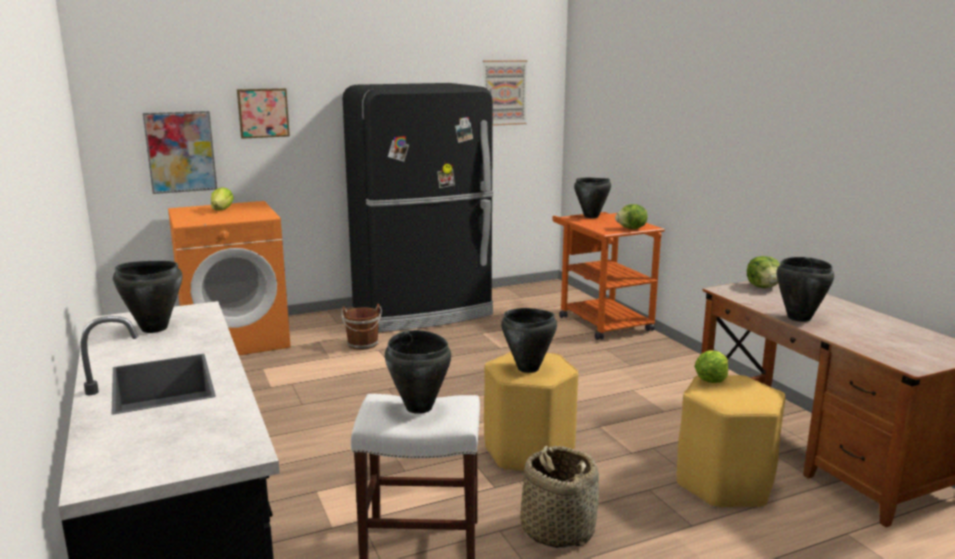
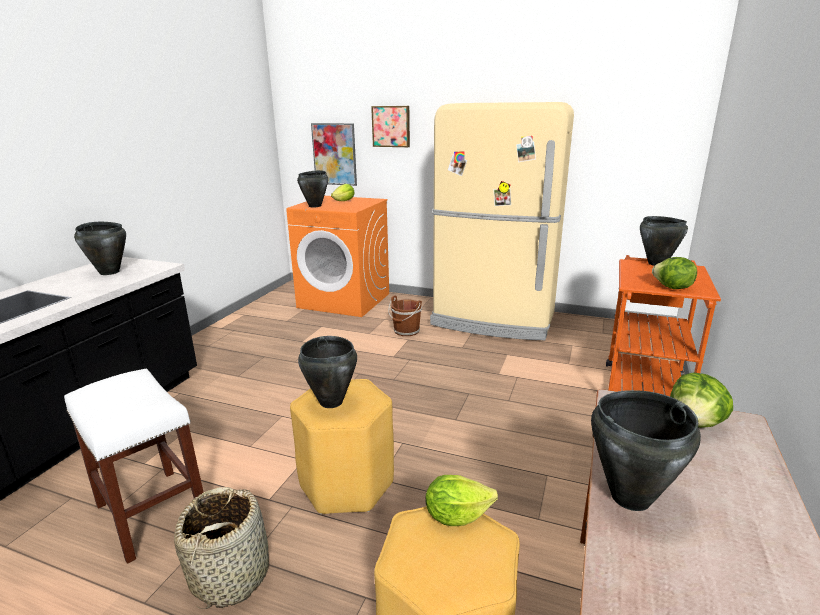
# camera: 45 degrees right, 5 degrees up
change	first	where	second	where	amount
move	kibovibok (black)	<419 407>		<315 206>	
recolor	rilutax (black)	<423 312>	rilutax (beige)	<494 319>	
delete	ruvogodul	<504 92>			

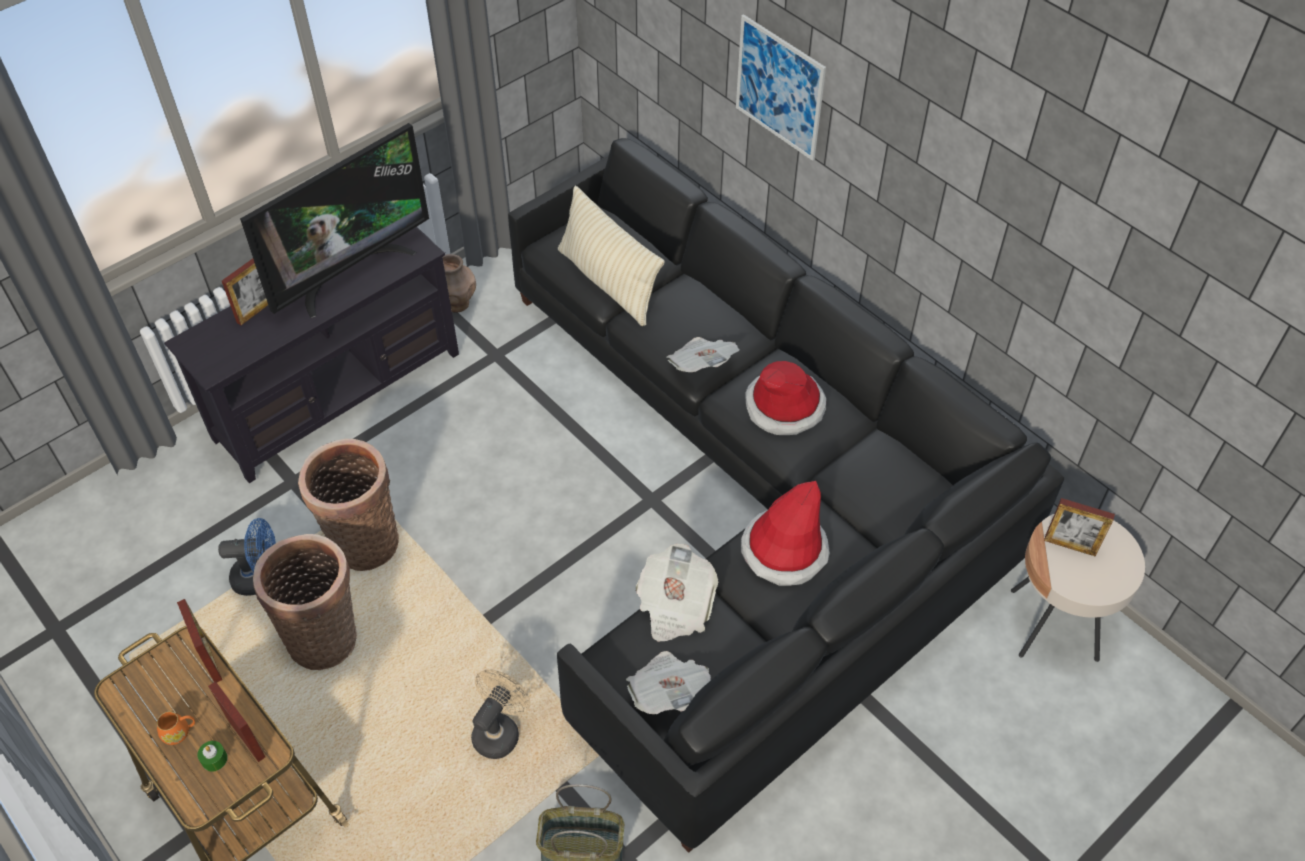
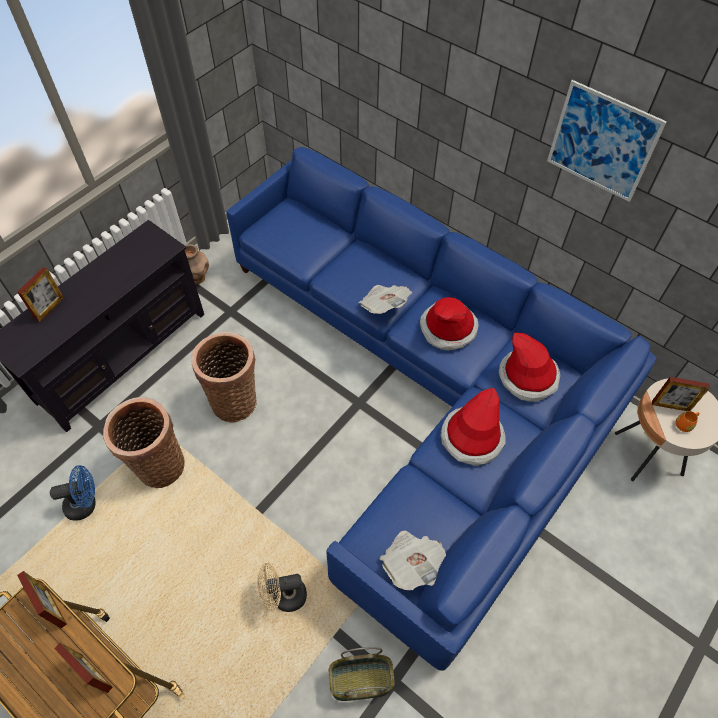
# camera: 10 degrees left, 5 degrees up
change	first	where	second	where	amount
move	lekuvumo	<324 636>		<235 399>	
recolor	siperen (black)	<750 497>	siperen (blue)	<426 391>	
rotate	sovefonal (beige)	<500 730>		<283 596>	120 degrees counterclockwise
insert			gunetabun	<528 377>	
move	ruvogodul	<779 87>		<602 142>	
move	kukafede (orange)	<180 732>		<685 424>	
delete	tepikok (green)	<214 759>			
delete	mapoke	<350 272>			
delete	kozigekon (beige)	<608 282>			
delete	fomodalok	<675 606>			

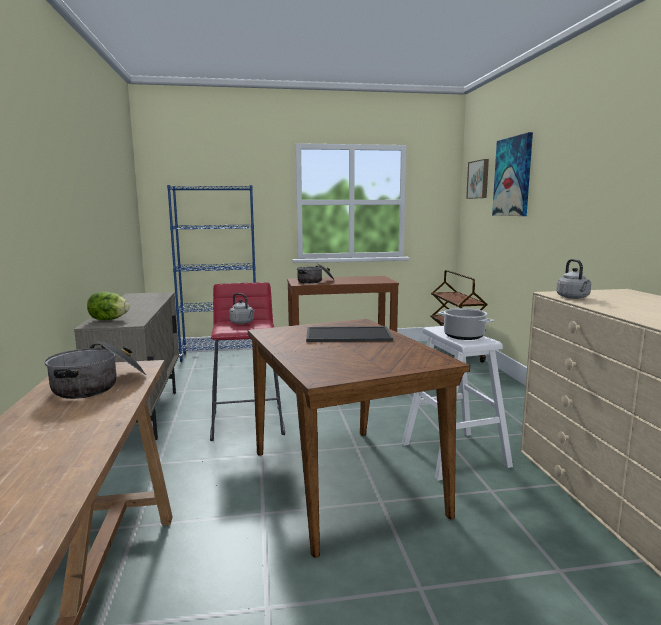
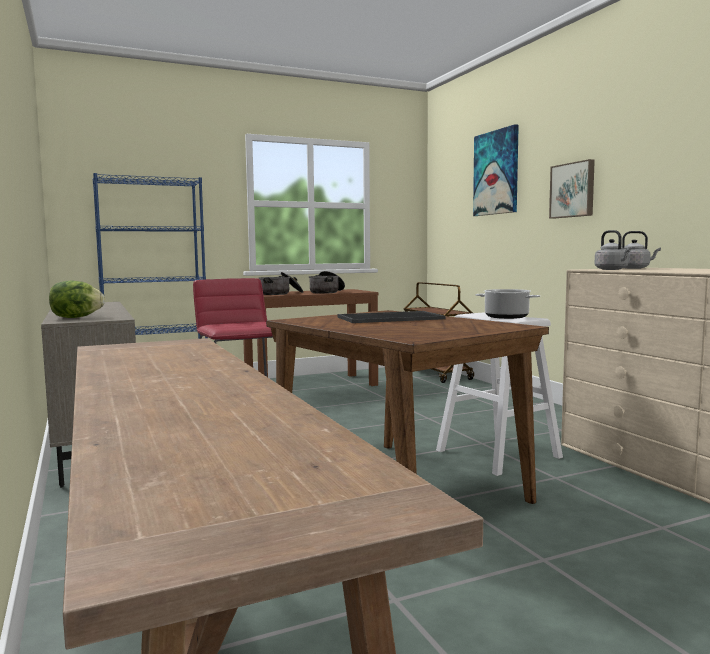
# camera: 15 degrees left, 5 degrees down
change	first	where	second	where	amount
move	kibovibok	<99 385>		<327 292>	
move	ruvogodul	<479 179>		<573 190>	
move	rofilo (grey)	<242 323>		<635 268>	

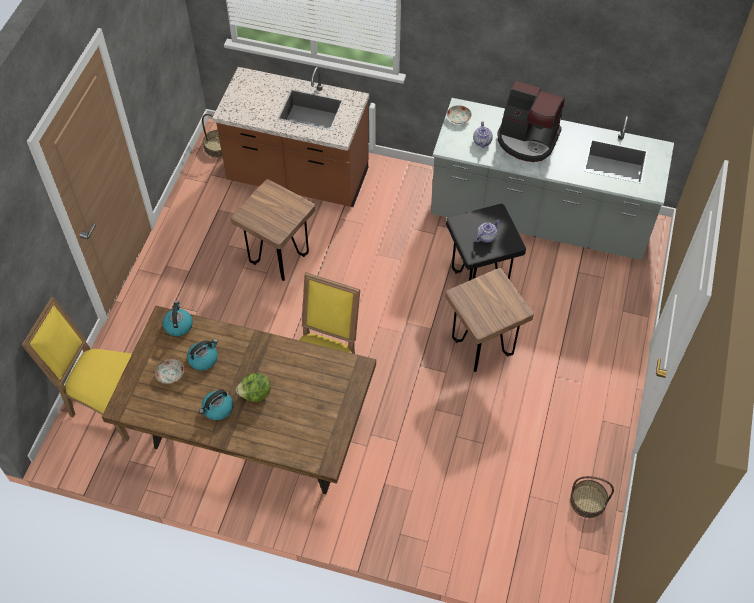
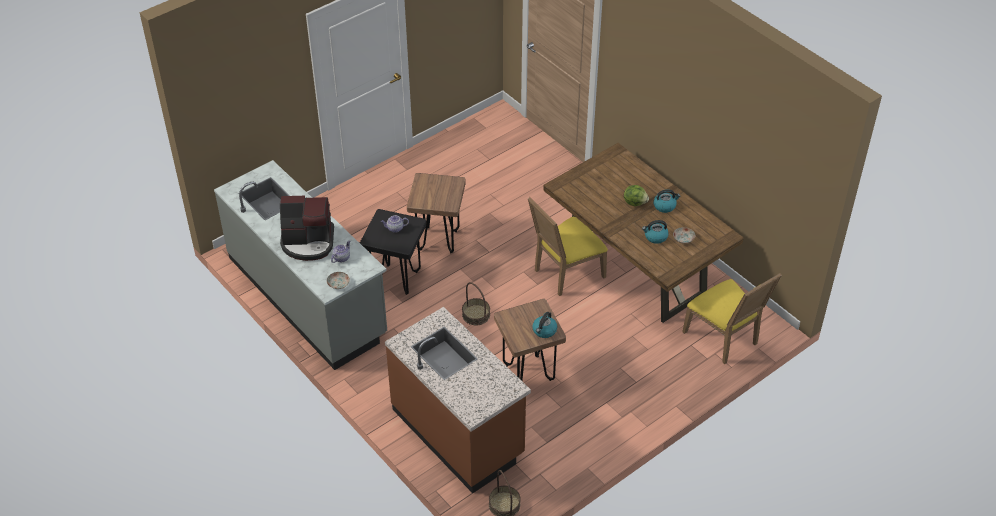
# camera: 145 degrees left, 10 degrees down
change	first	where	second	where	amount
rotate	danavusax	<527 139>		<308 242>	120 degrees clockwise
move	lekuvumo	<588 501>		<476 315>	
move	rofilo	<178 325>		<544 331>	

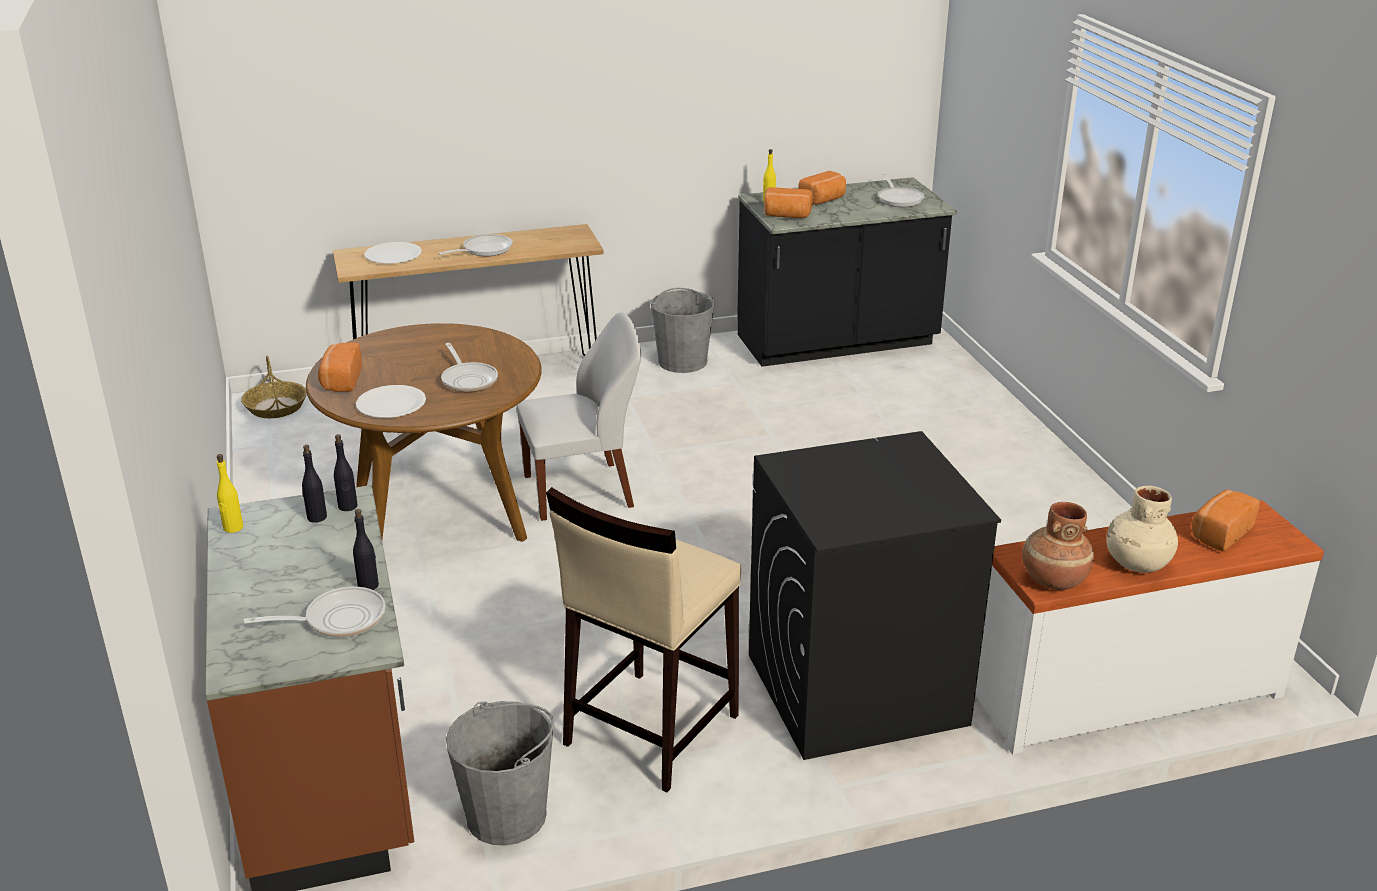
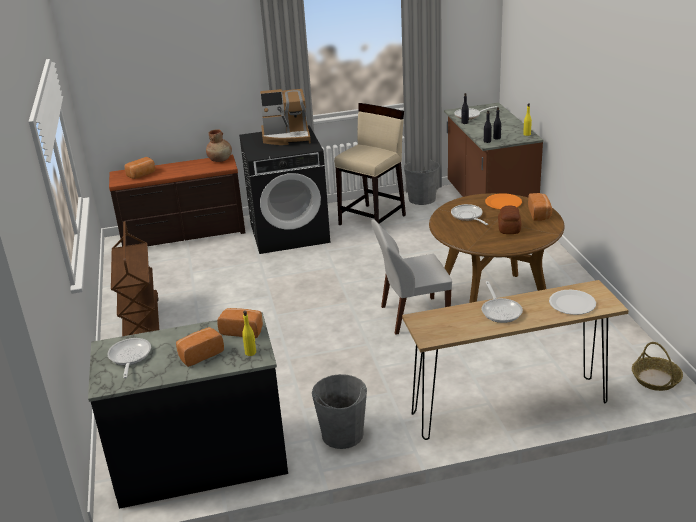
# camera: 175 degrees left, 0 degrees up
change	first	where	second	where	amount
recolor	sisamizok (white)	<1123 692>	sisamizok (brown)	<184 235>	
insert			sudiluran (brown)	<141 323>	
insert			danavusax	<287 137>	
rotate	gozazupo	<483 250>		<500 311>	60 degrees counterclockwise
recolor	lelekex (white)	<391 404>	lelekex (orange)	<503 203>	
insert			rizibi	<509 228>	
delete	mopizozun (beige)	<1136 563>			

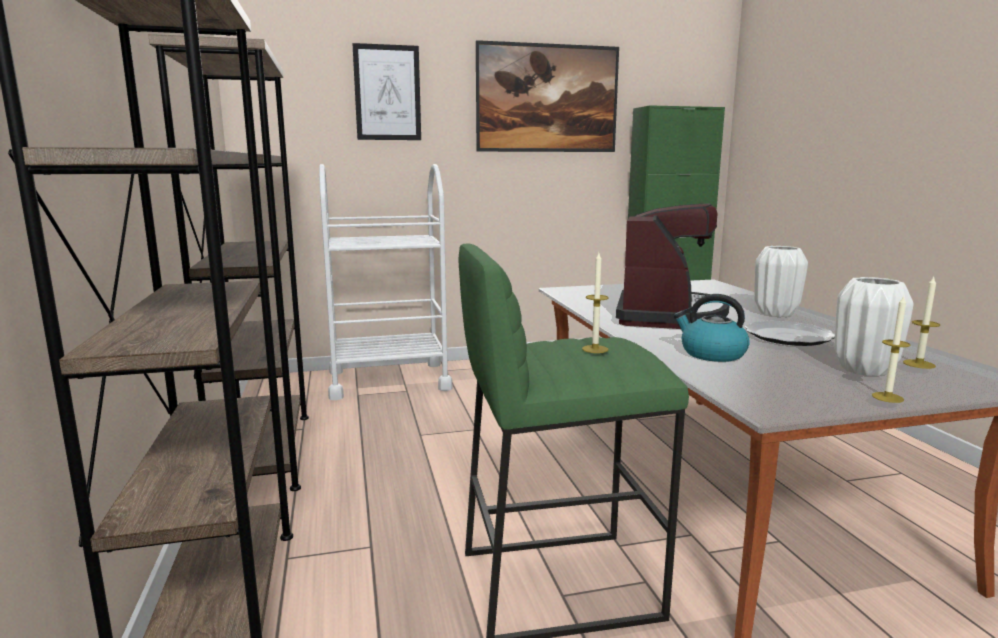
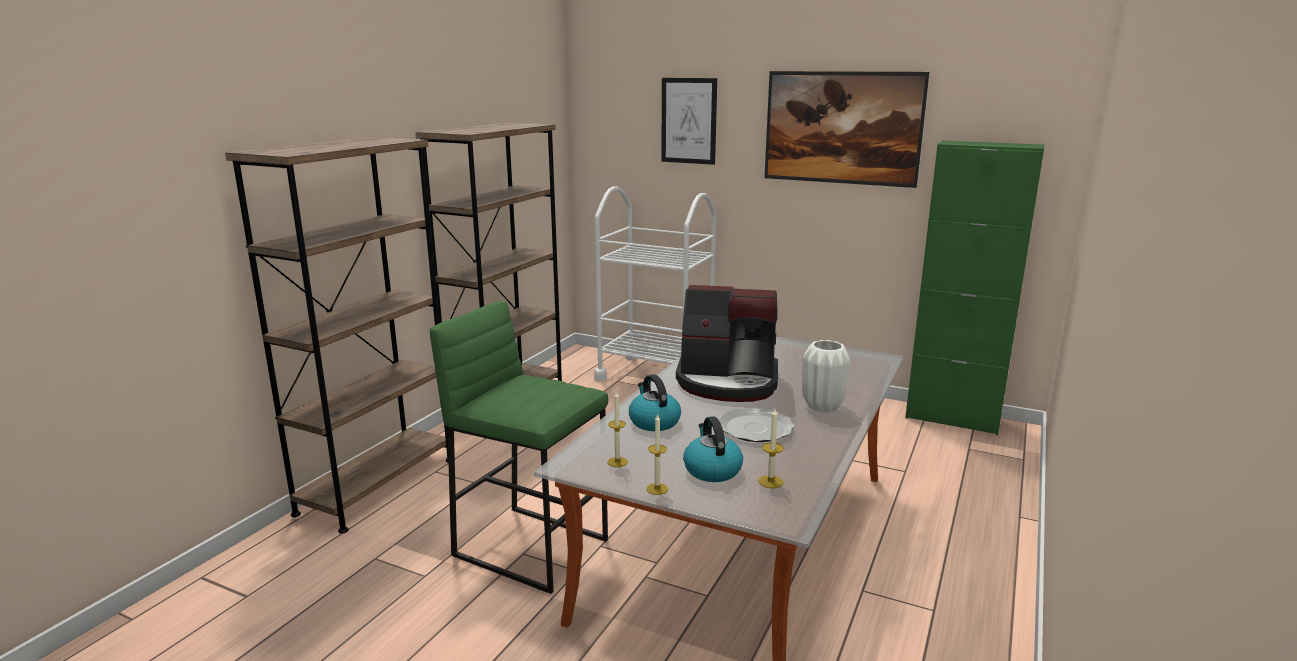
# camera: 40 degrees right, 5 degrees up
change	first	where	second	where	amount
move	tepikok	<595 349>		<617 462>	
rotate	danavusax	<668 315>		<728 382>	45 degrees clockwise
replace	mopizozun (white)	<864 370>	rofilo	<712 470>	

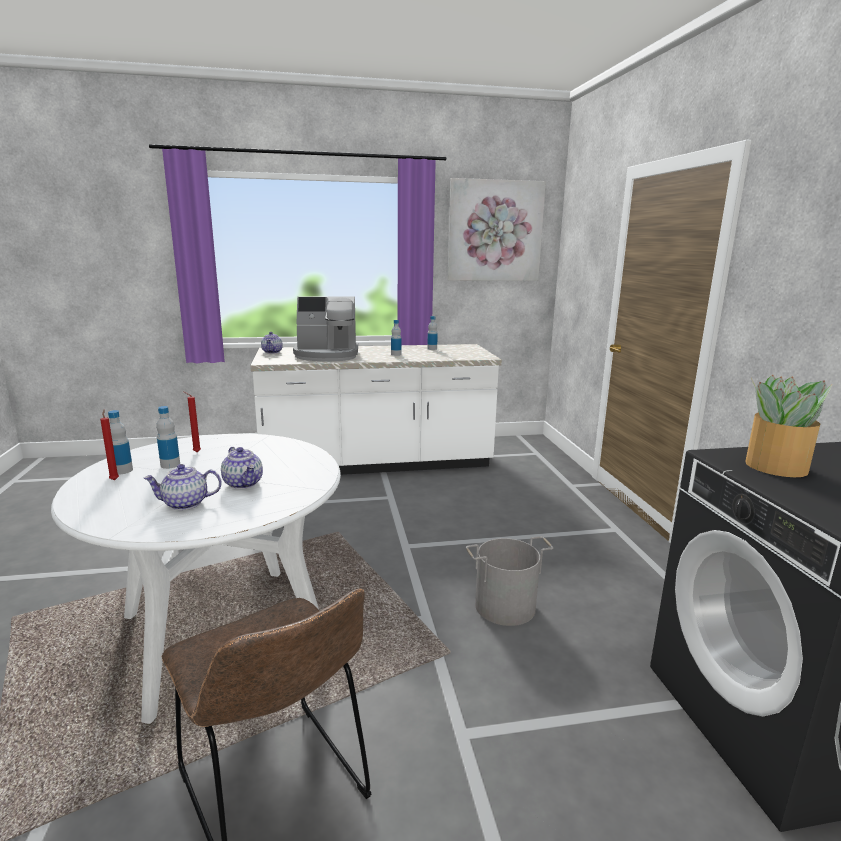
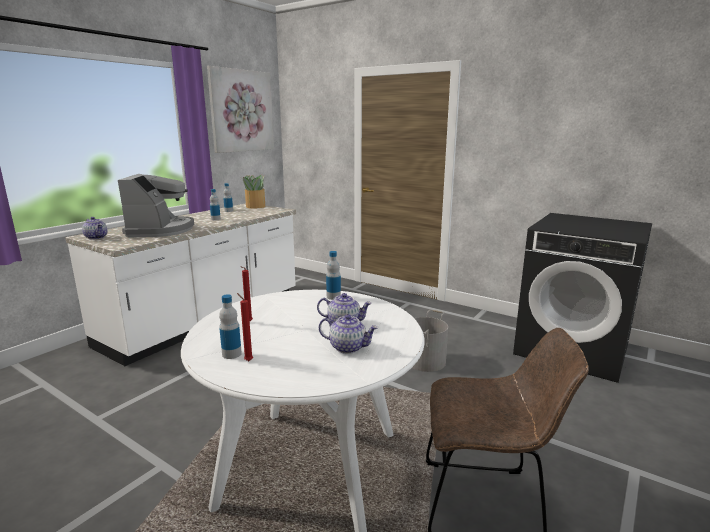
# camera: 45 degrees left, 0 degrees up
change	first	where	second	where	amount
rotate	danavusax	<327 355>		<161 230>	45 degrees counterclockwise
move	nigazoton	<774 466>		<255 206>	
rotate	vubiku	<185 504>		<348 347>	105 degrees counterclockwise
move	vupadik	<170 465>		<333 297>	

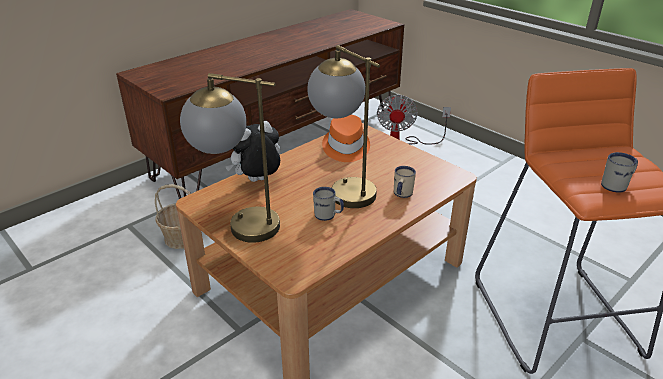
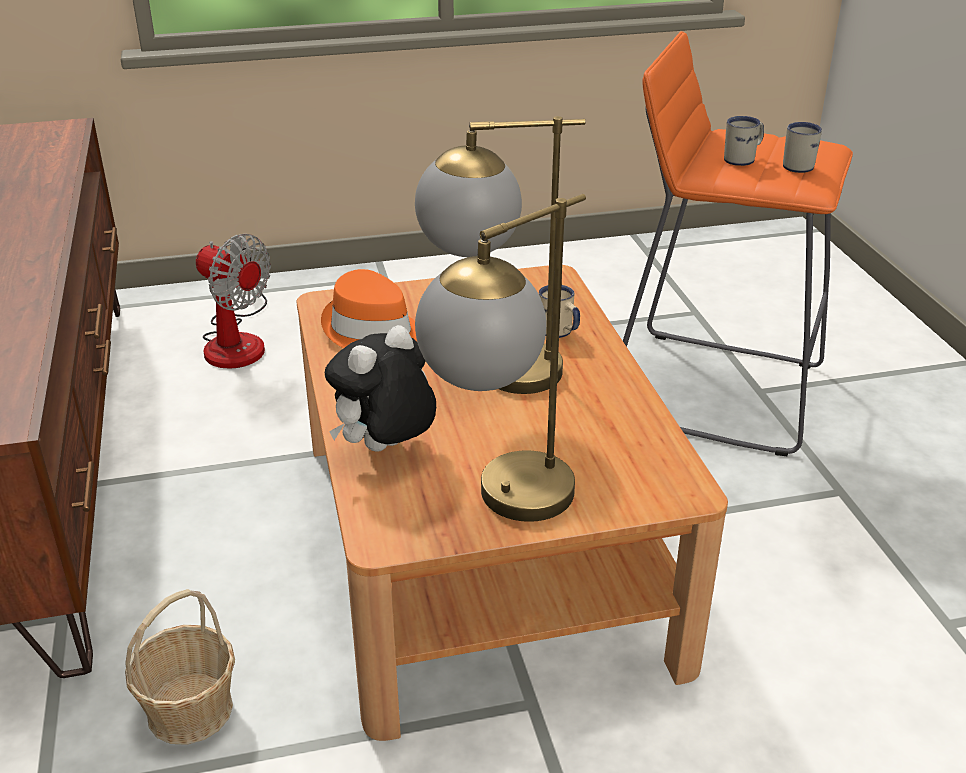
# camera: 60 degrees left, 0 degrees up
change	first	where	second	where	amount
rotate	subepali	<257 181>		<385 450>	45 degrees clockwise
move	kukafede (white)	<328 216>		<743 159>	

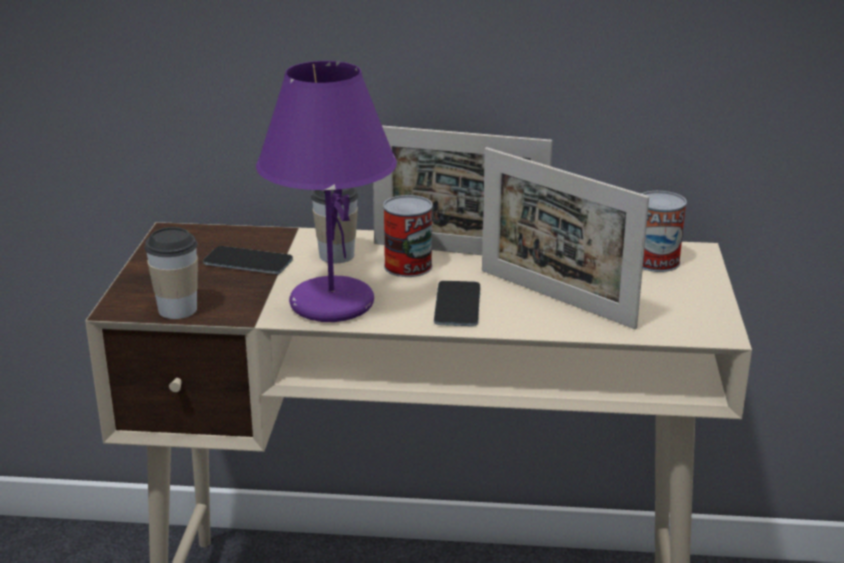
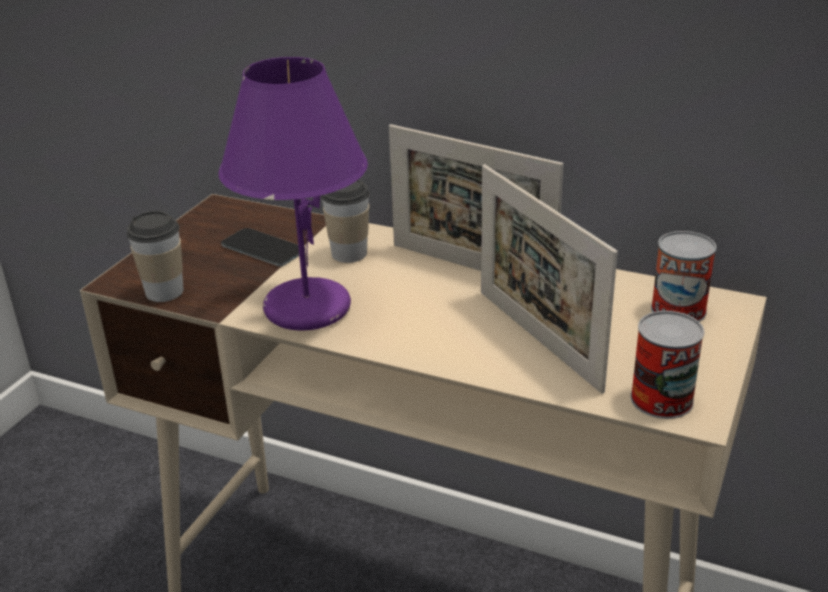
# camera: 20 degrees right, 5 degrees up
change	first	where	second	where	amount
move	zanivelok	<408 266>		<661 399>	
delete	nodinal	<457 304>			

